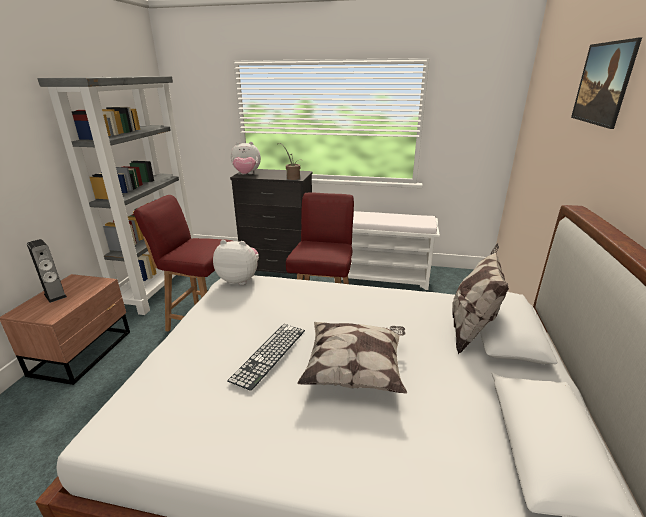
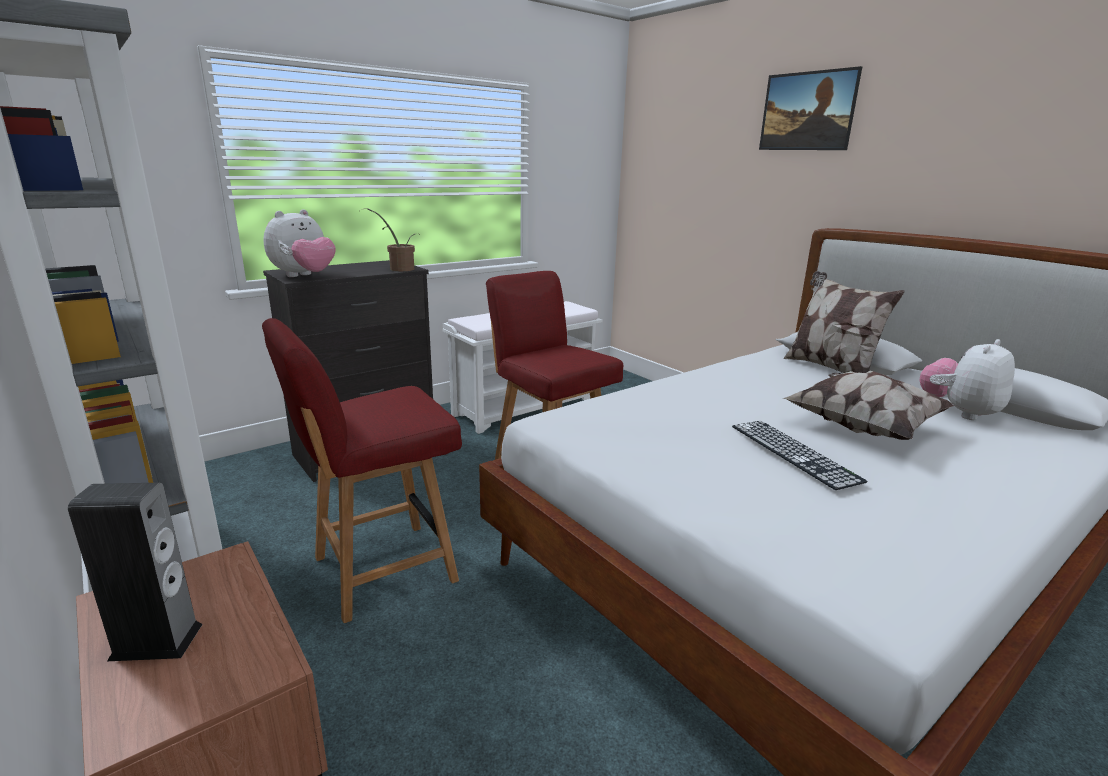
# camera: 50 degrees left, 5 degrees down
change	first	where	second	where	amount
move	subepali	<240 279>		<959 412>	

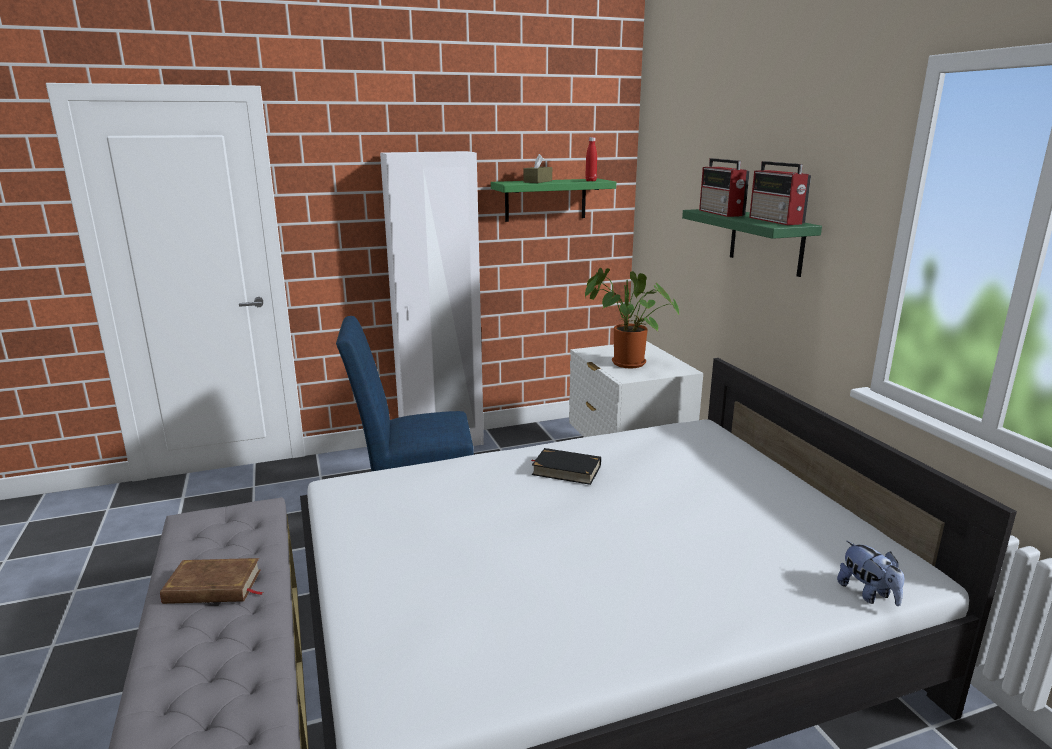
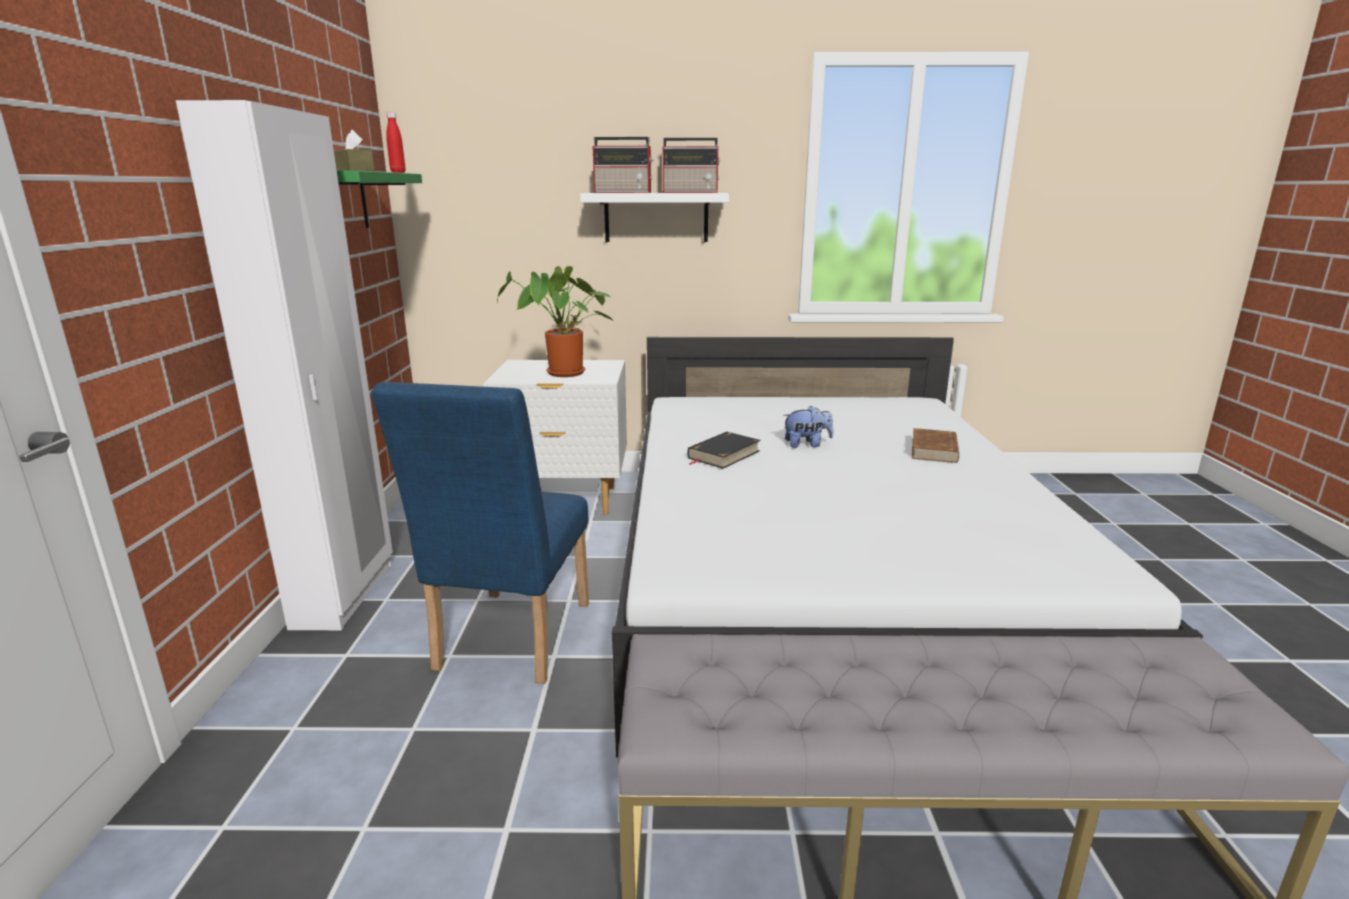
# camera: 70 degrees left, 0 degrees up
change	first	where	second	where	amount
recolor	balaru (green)	<766 241>	balaru (white)	<656 217>	
move	subepali	<868 594>		<807 444>	
move	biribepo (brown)	<213 587>		<934 450>	

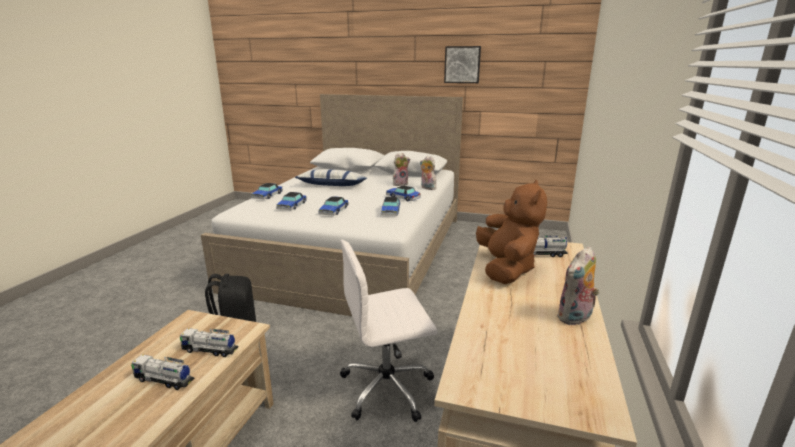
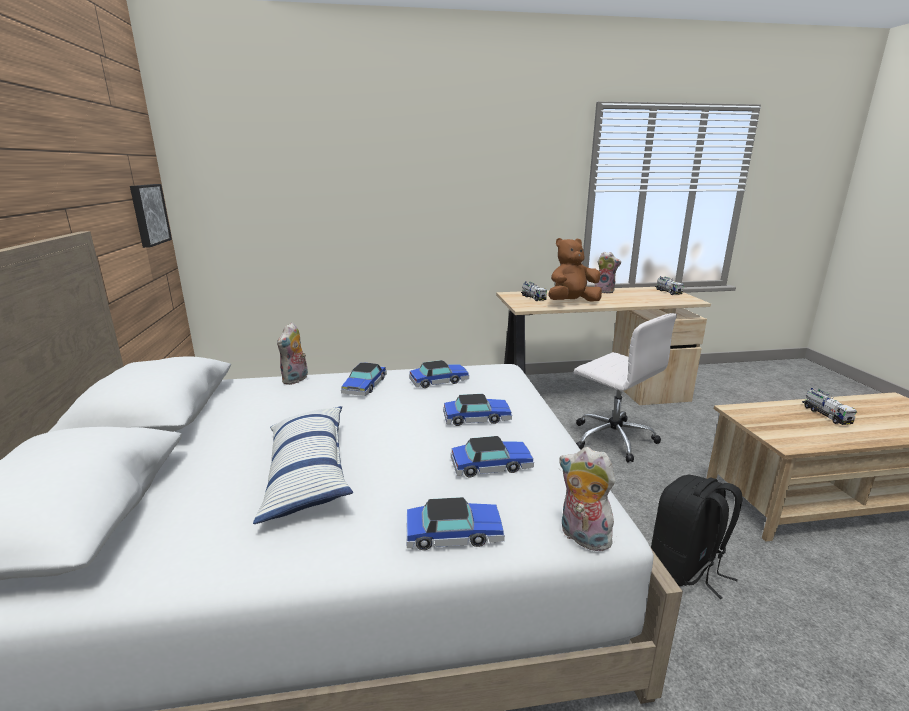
# camera: 115 degrees left, 0 degrees up
change	first	where	second	where	amount
move	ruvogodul	<462 64>		<148 214>	
move	subepali	<400 184>		<582 537>	
move	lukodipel	<210 350>		<668 292>	

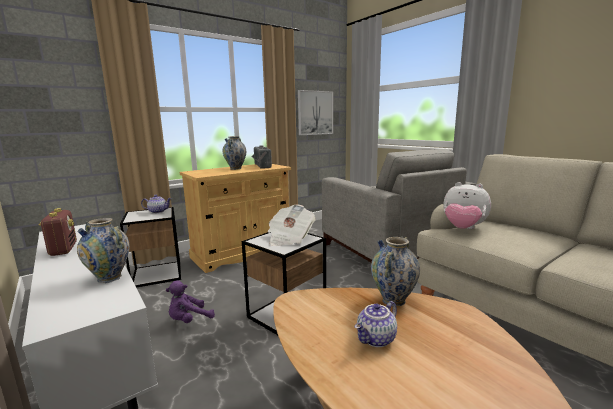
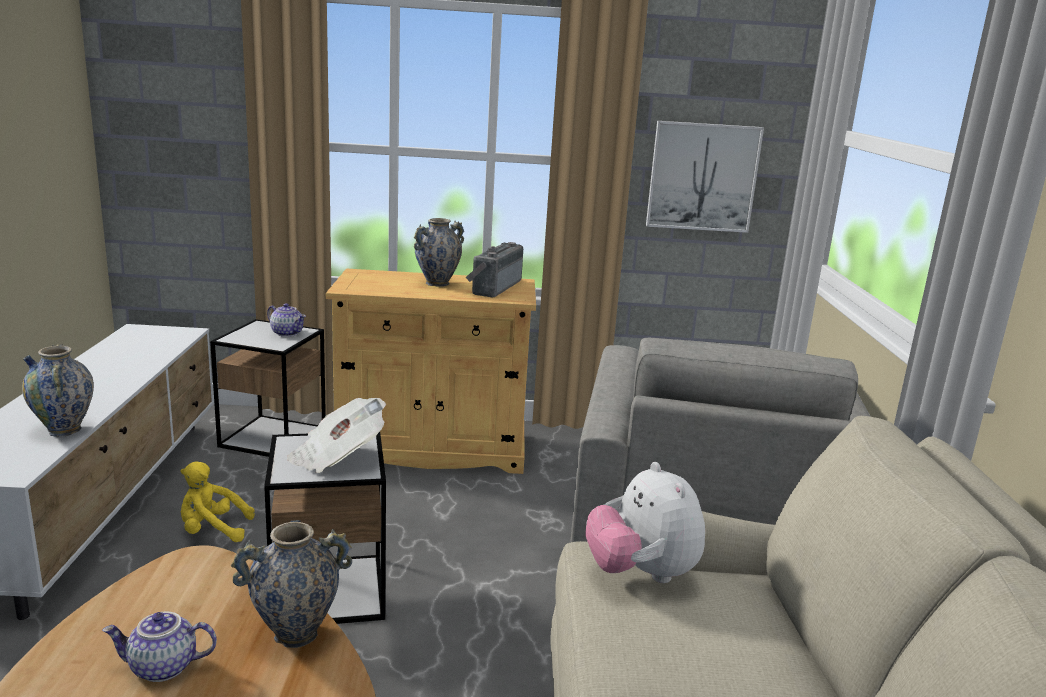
# camera: 35 degrees right, 5 degrees up
change	first	where	second	where	amount
recolor	subepali (purple)	<189 320>	subepali (yellow)	<212 531>	
delete	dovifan	<63 249>			

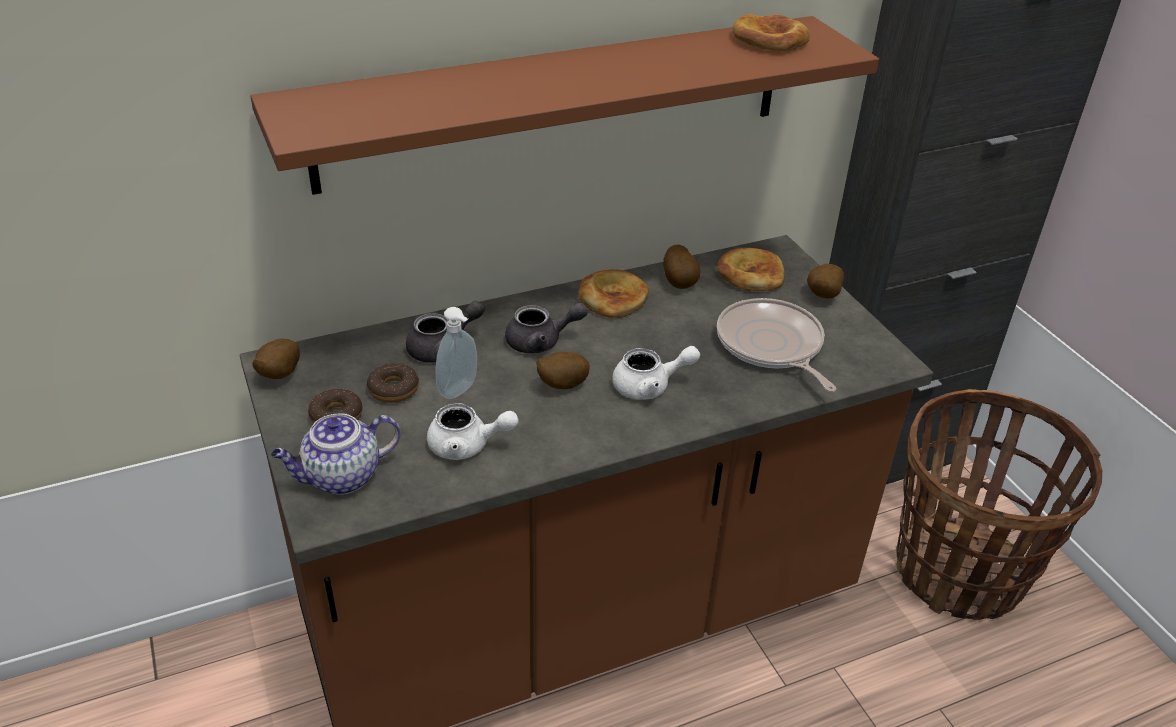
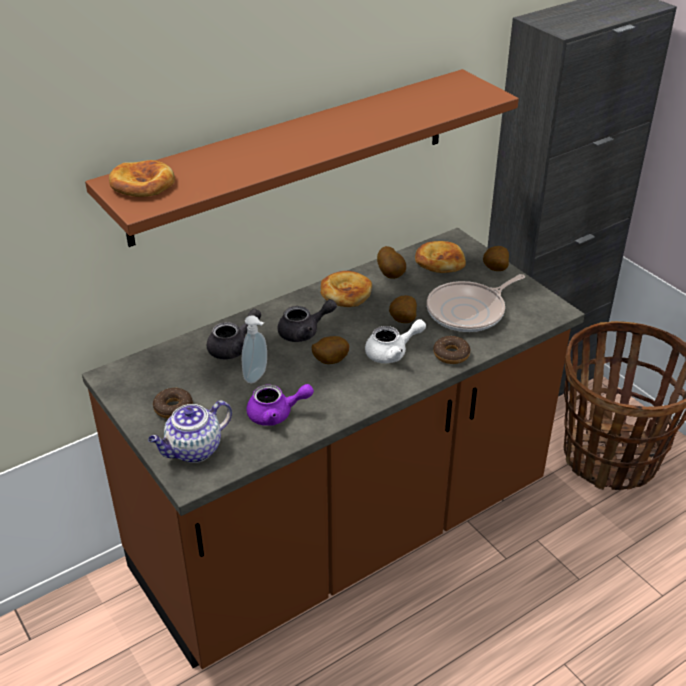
# camera: 10 degrees left, 0 degrees up
change	first	where	second	where	amount
move	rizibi	<770 39>		<143 184>	
recolor	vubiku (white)	<467 446>	vubiku (purple)	<276 414>	
move	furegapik	<278 375>		<402 321>	
rotate	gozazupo	<771 346>		<469 311>	90 degrees counterclockwise
move	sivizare	<393 389>		<451 354>	

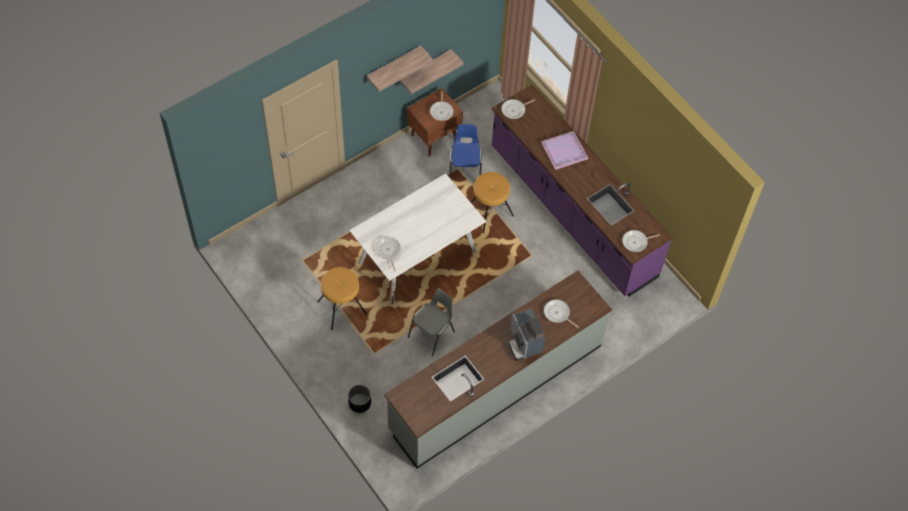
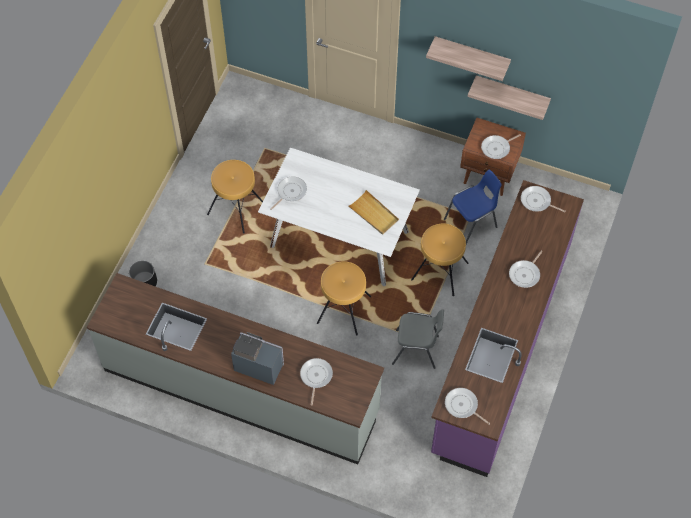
# camera: 60 degrees right, 0 degrees up
change	first	where	second	where	amount
rotate	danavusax	<524 343>		<258 364>	75 degrees clockwise
insert			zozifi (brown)	<343 309>	
insert			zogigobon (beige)	<373 214>	
move	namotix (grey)	<432 334>		<417 350>	
replace	zogigobon (purple)	<564 150>	gozazupo	<525 274>	

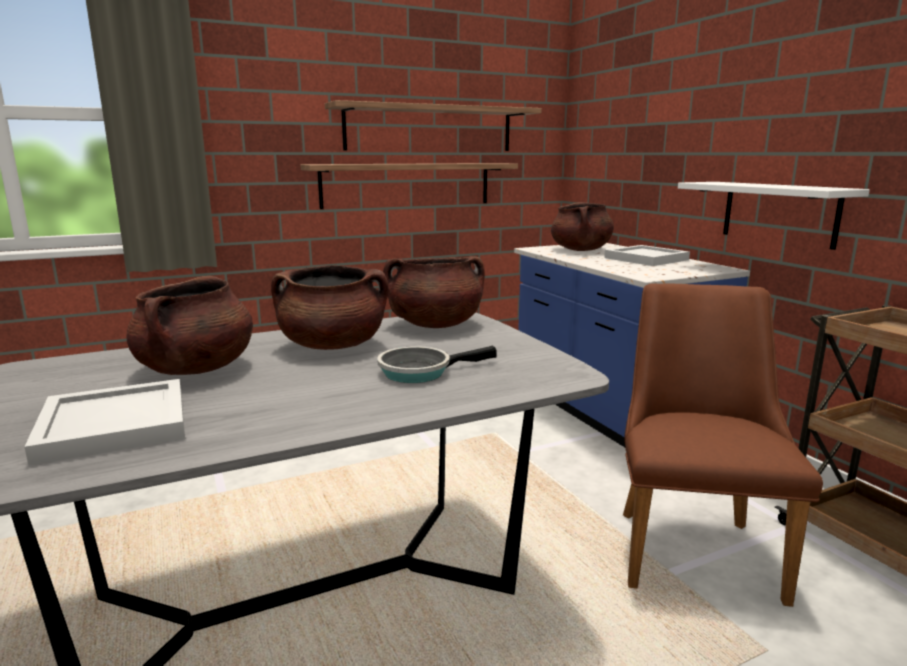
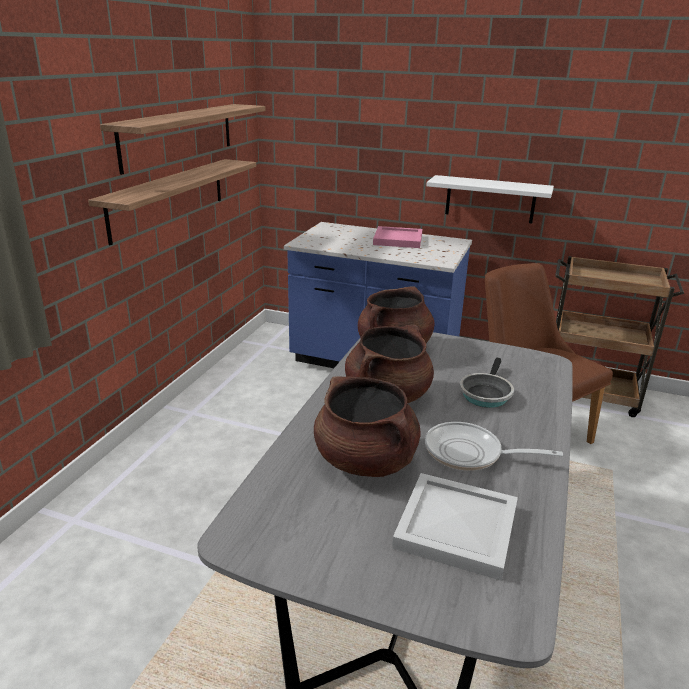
# camera: 45 degrees left, 10 degrees up
change	first	where	second	where	amount
recolor	zogigobon (white)	<647 259>	zogigobon (pink)	<398 239>	
insert			gozazupo	<470 453>	
delete	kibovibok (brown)	<580 250>			

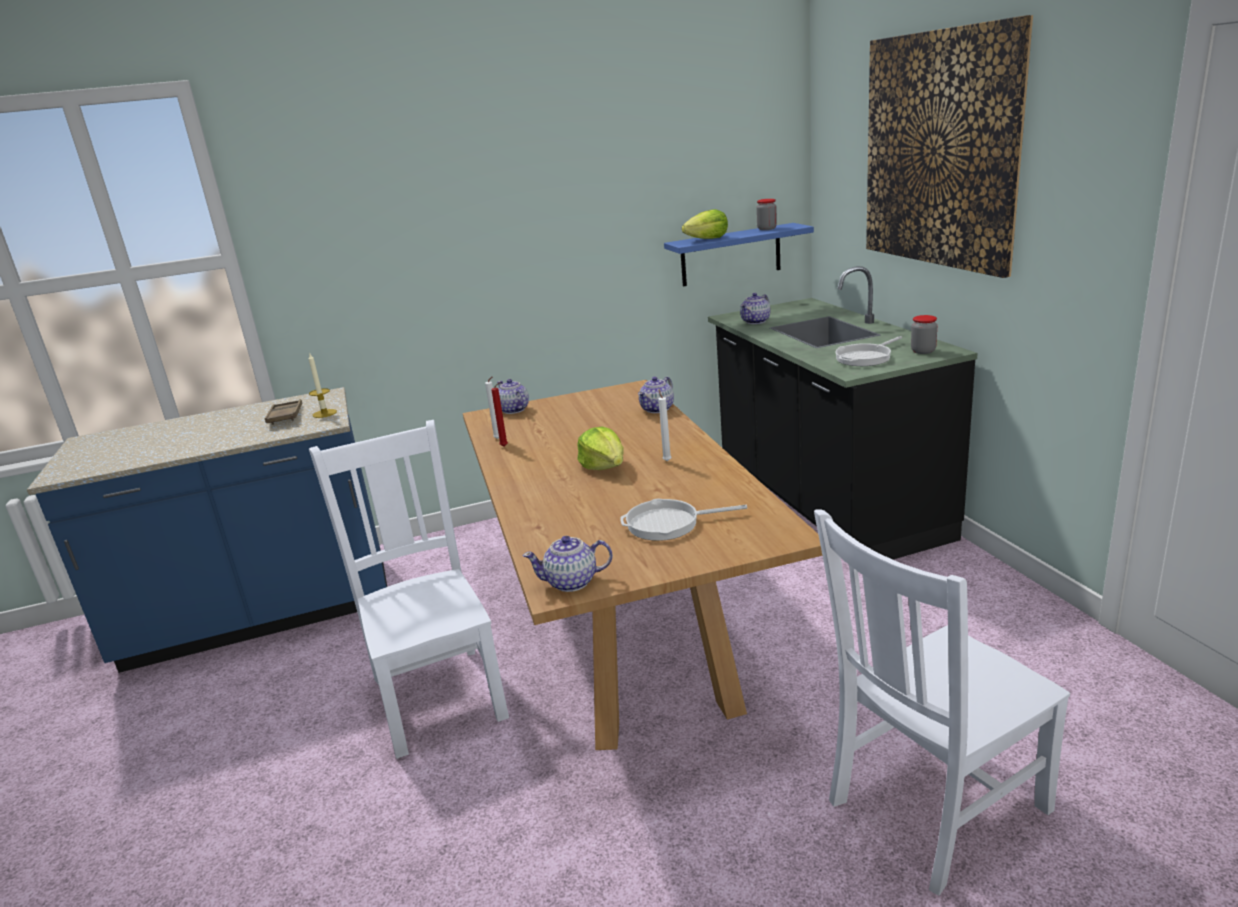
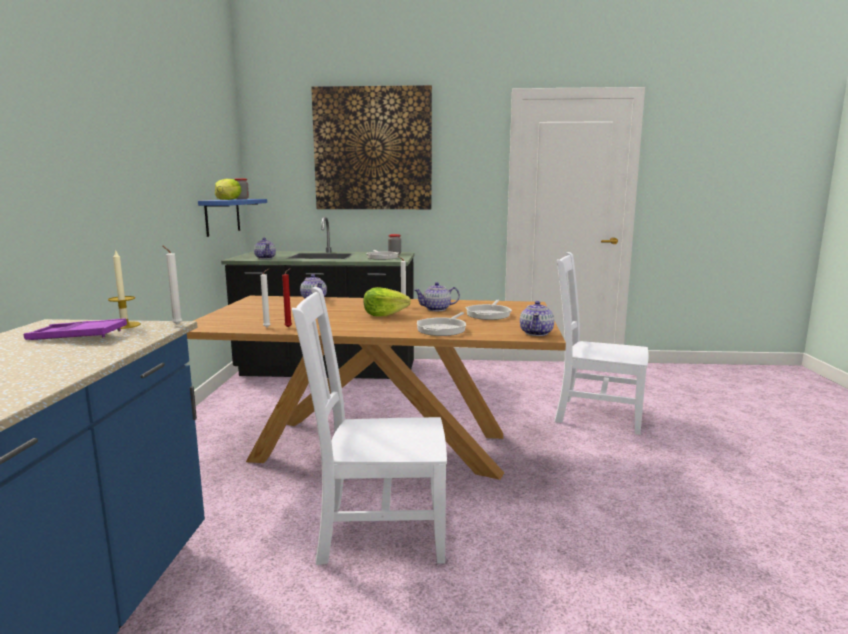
# camera: 70 degrees left, 10 degrees down
change	first	where	second	where	amount
recolor	zogigobon (brown)	<285 416>	zogigobon (purple)	<77 336>	
insert			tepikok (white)	<176 324>	
move	vubiku	<513 410>		<437 309>	
insert			gozazupo	<443 329>	
rotate	namotix (white)	<932 808>		<595 415>	120 degrees clockwise

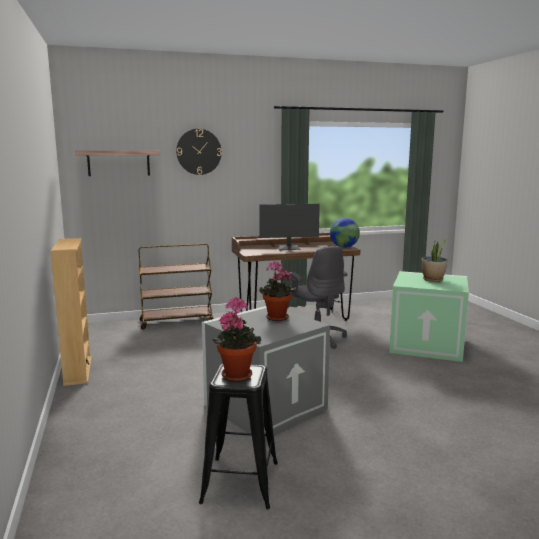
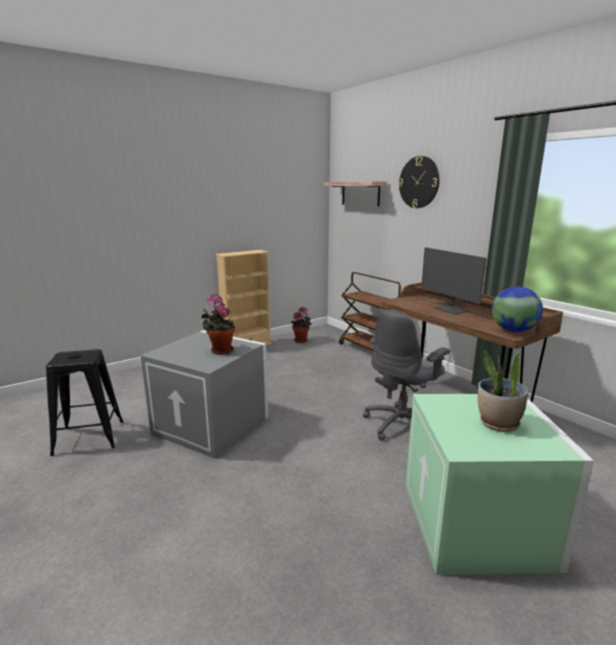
# camera: 70 degrees right, 5 degrees up
change	first	where	second	where	amount
move	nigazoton	<236 374>		<301 340>	

